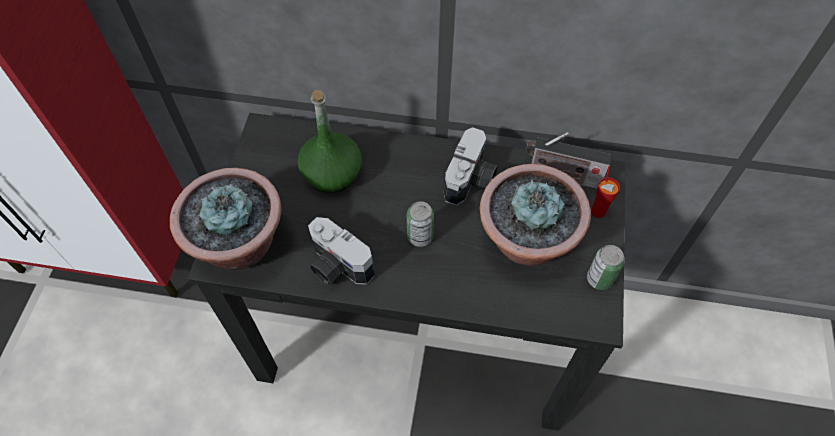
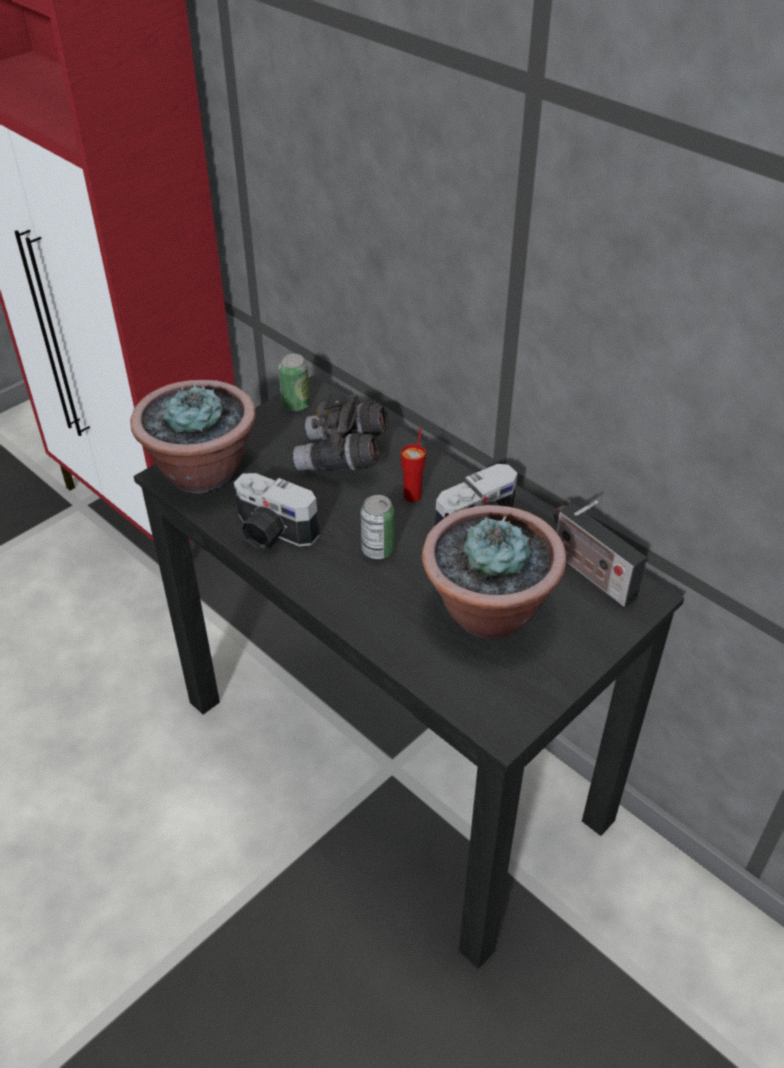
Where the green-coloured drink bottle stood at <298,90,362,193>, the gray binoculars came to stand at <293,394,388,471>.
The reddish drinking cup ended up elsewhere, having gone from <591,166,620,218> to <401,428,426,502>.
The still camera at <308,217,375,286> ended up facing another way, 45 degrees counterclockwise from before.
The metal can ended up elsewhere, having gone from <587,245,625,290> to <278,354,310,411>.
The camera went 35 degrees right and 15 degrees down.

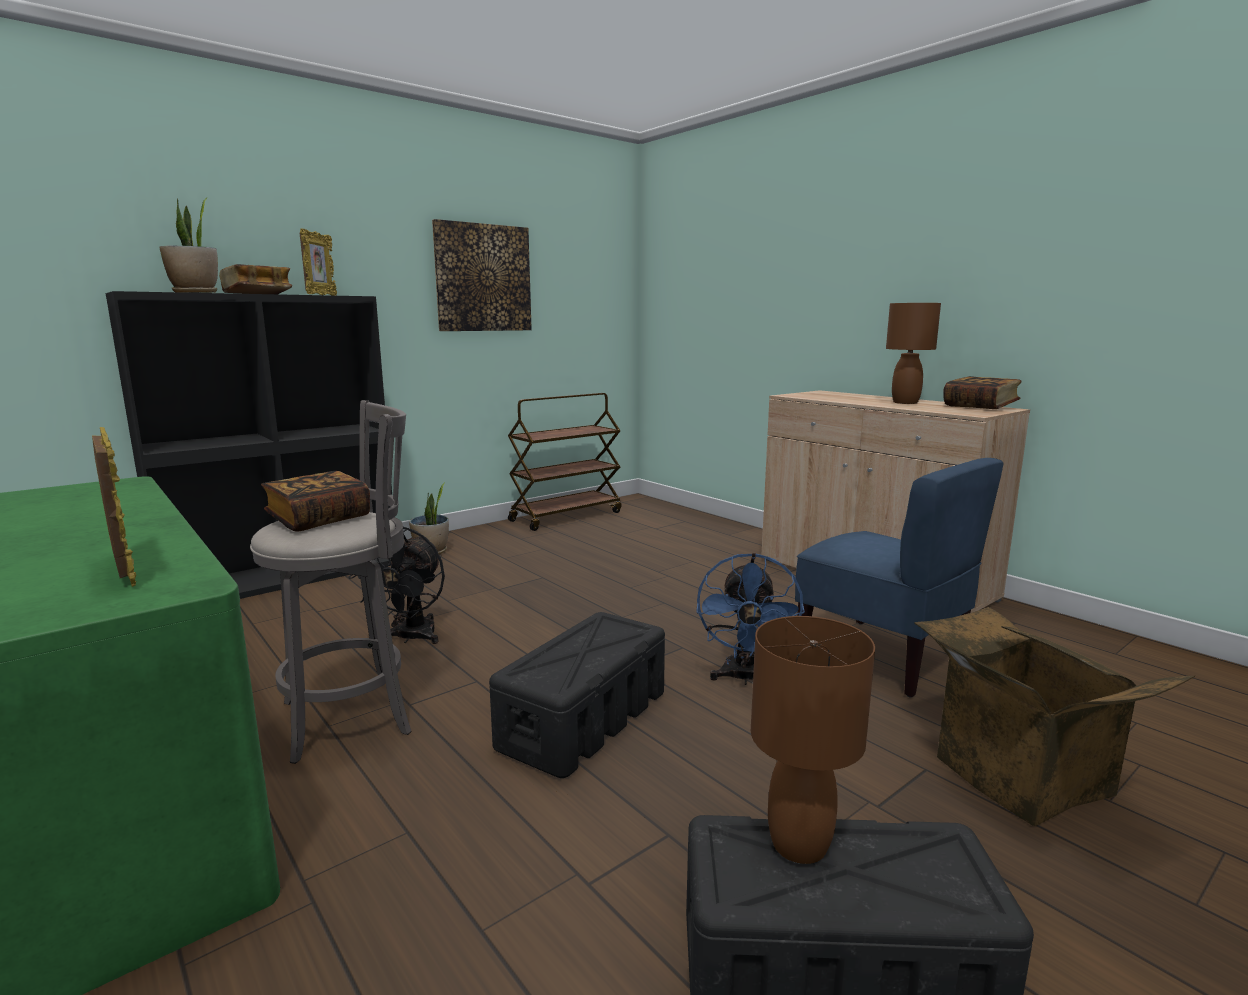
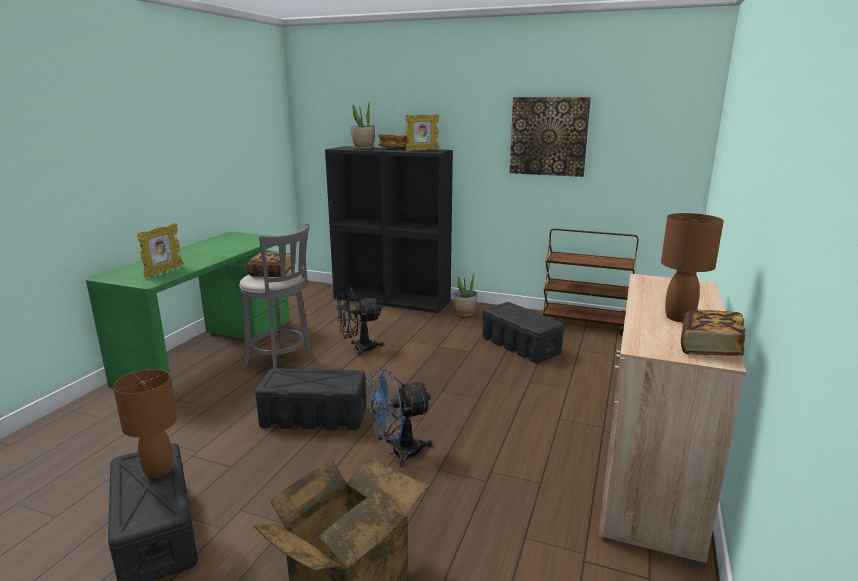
The second view lost the blue-coloured plain chair at <795,458,1004,698>.
The second view gained the black-coloured storage box at <482,302,564,363>.
The camera went 60 degrees right and 5 degrees up.

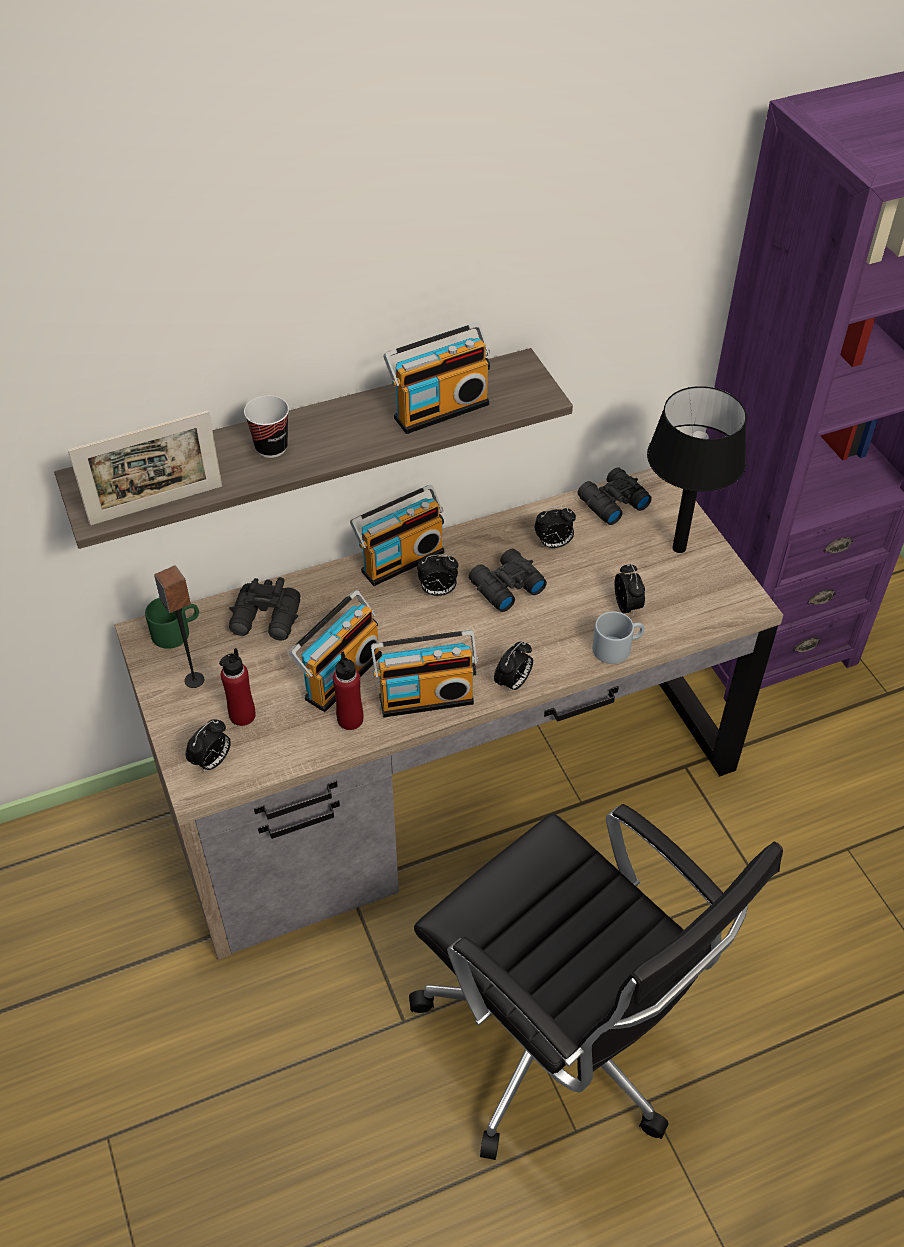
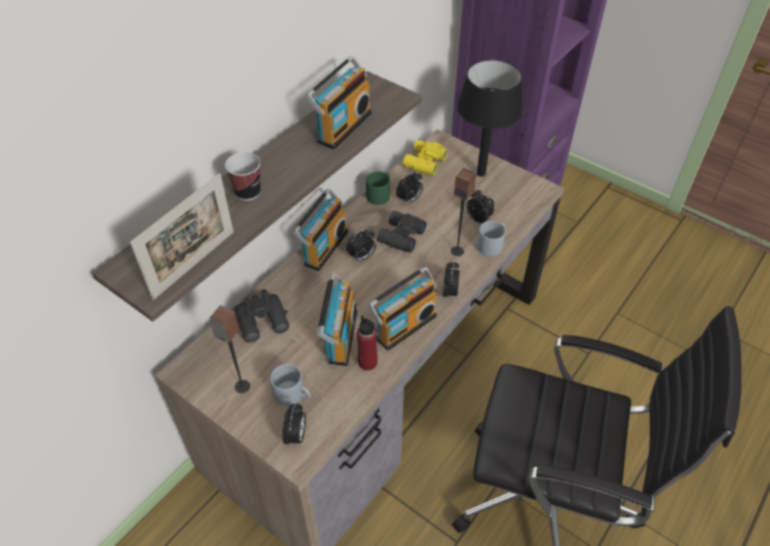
What was the black-coloured binoculars at <578,467,652,525> turned into the yellowish binoculars at <403,140,448,176>.
The green-coloured coffee mug ended up elsewhere, having gone from <145,597,199,649> to <366,171,390,205>.
Where the reddish drink bottle stood at <219,648,256,726>, the gray coffee mug came to stand at <270,364,311,406>.
The second view gained the speaker at <451,168,477,256>.
The camera went 30 degrees left and 0 degrees up.

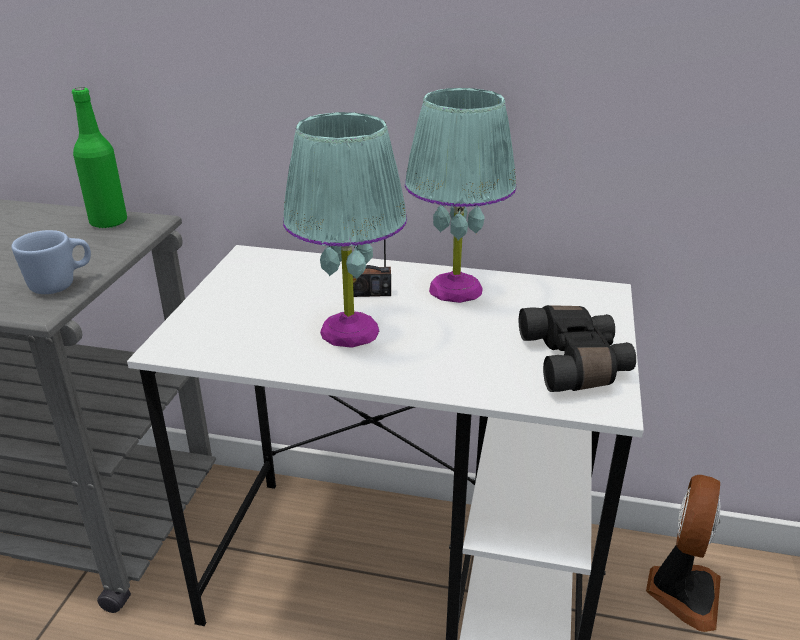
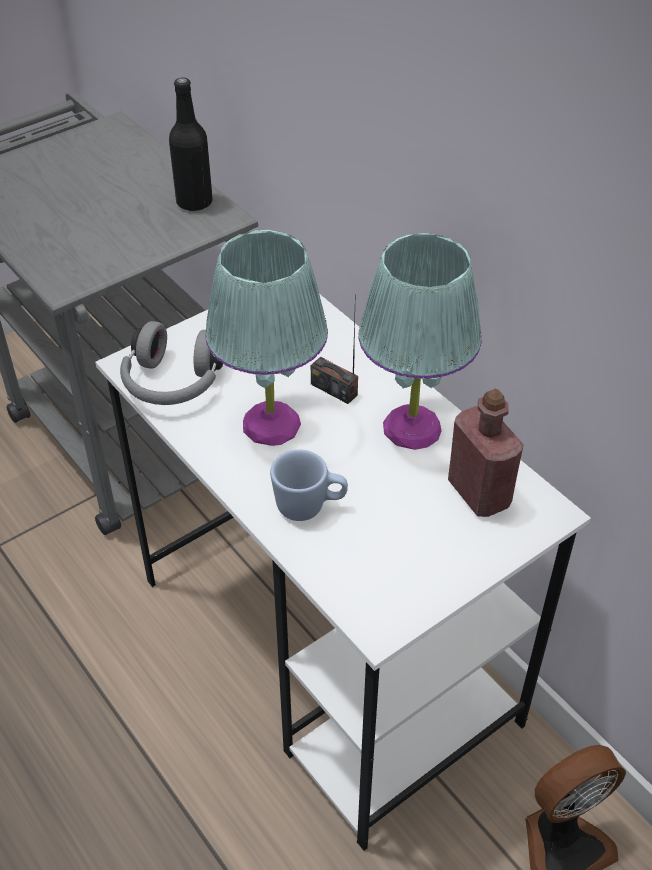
What was the green-coloured drink bottle at <72,87,127,229> turned into the black-coloured drink bottle at <169,77,213,212>.
The blue-coloured coffee mug ended up elsewhere, having gone from <11,230,91,294> to <270,450,348,521>.
The second view lost the black-coloured binoculars at <519,305,636,392>.
The second view gained the gray pair of headphones at <120,321,223,405>.
The second view gained the reddish drink bottle at <448,389,524,517>.
The camera went 40 degrees right and 15 degrees up.

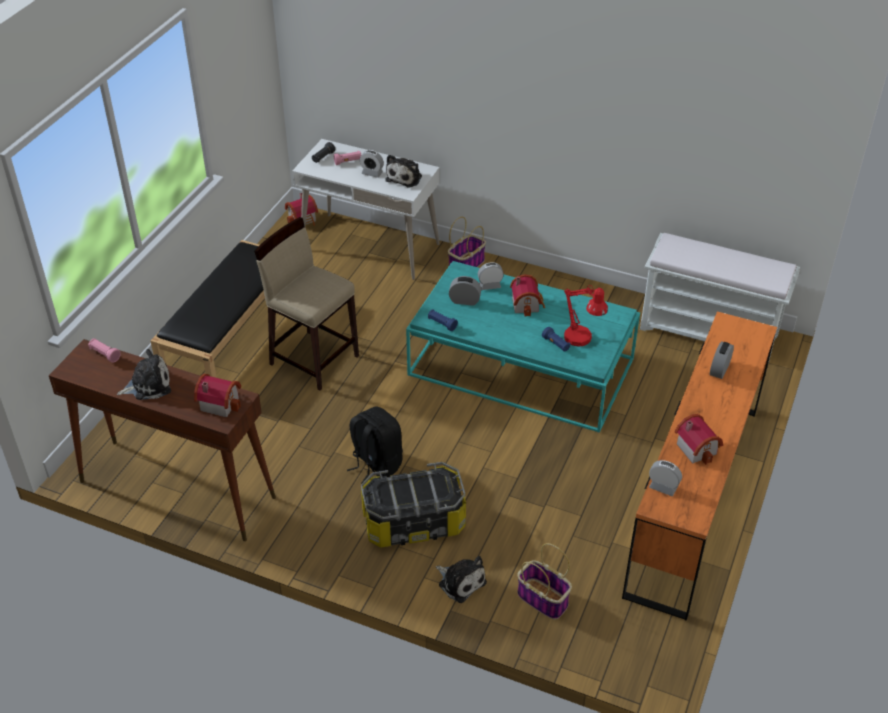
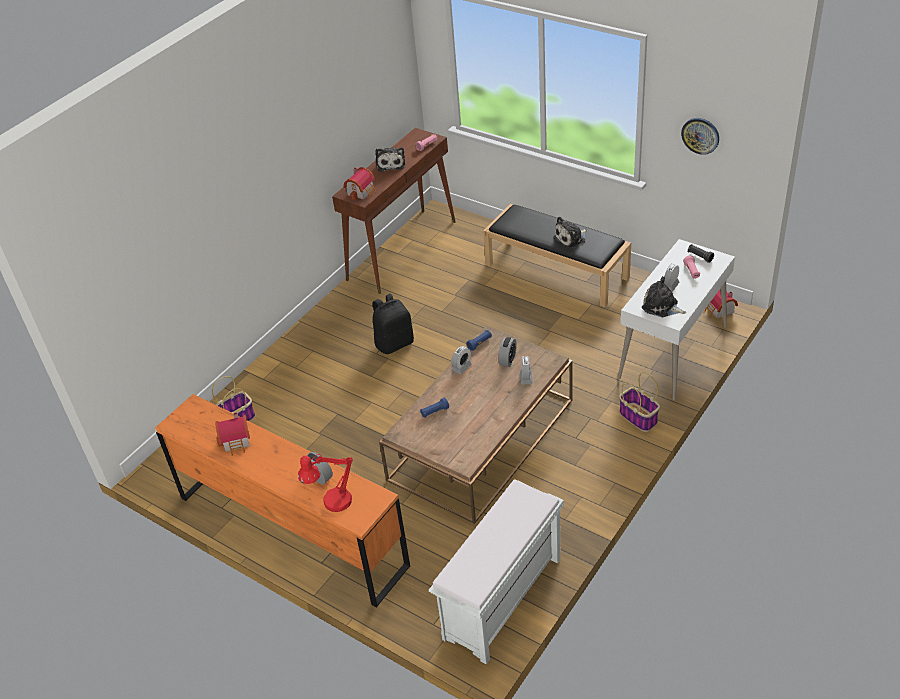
The second view lost the sand-coloured stool seat at <254,217,359,391>.
What was the blue-green low table at <406,261,640,433> turned into the brown-coloured low table at <379,326,573,524>.
The second view lost the model house at <510,274,545,317>.
The reddish tabletop lamp ended up elsewhere, having gone from <564,285,608,347> to <298,454,353,512>.
The alarm clock ended up elsewhere, having gone from <649,460,682,496> to <451,346,472,374>.
The second view lost the storage box at <361,462,466,547>.
The plush toy ended up elsewhere, having gone from <436,556,487,603> to <553,217,587,248>.
The second view gained the wall clock at <681,118,719,155>.
The camera went 105 degrees right and 0 degrees up.

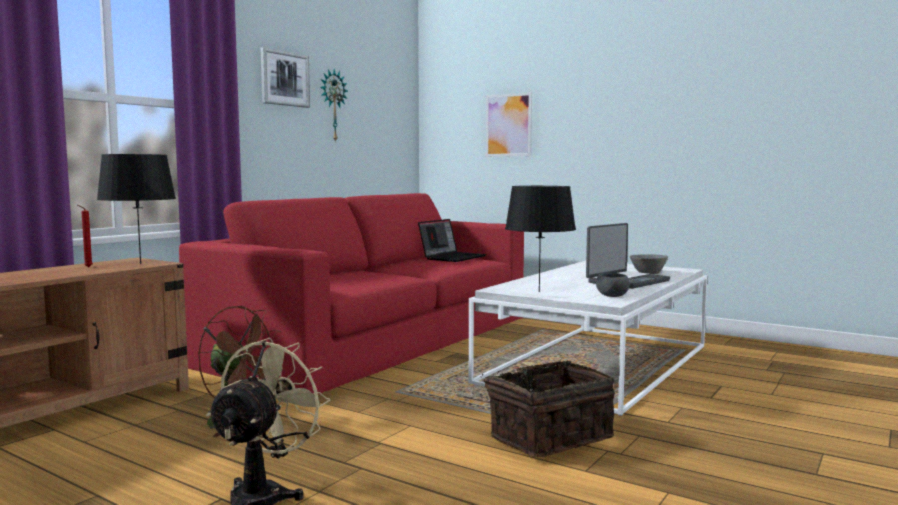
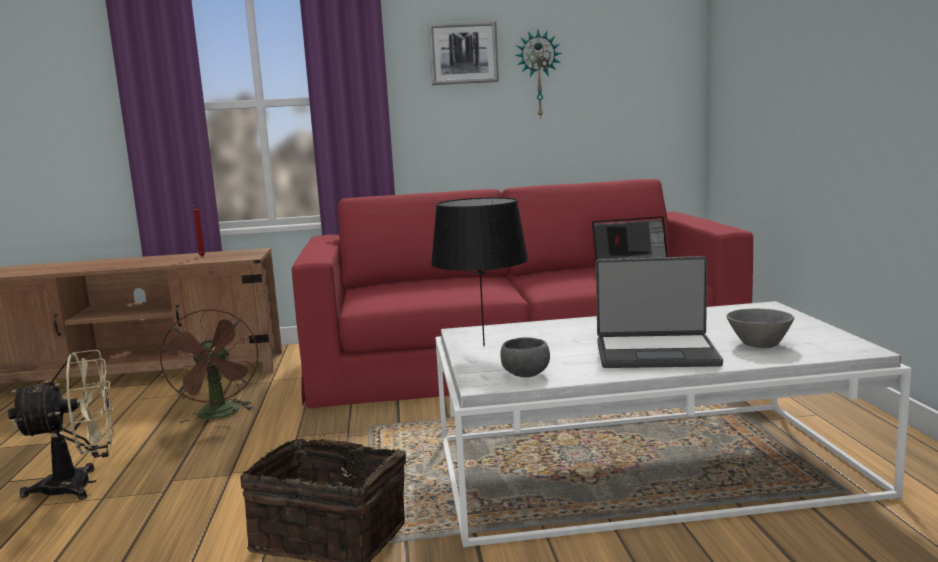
The second view lost the picture at <486,92,532,157>.
The second view lost the black-coloured tabletop lamp at <97,154,176,264>.
The camera went 50 degrees right and 5 degrees up.

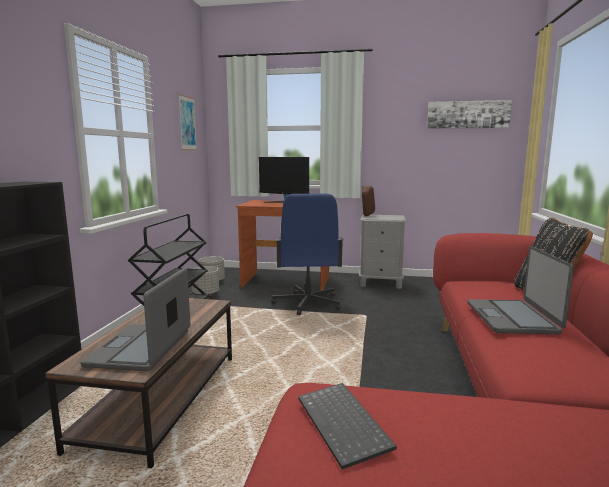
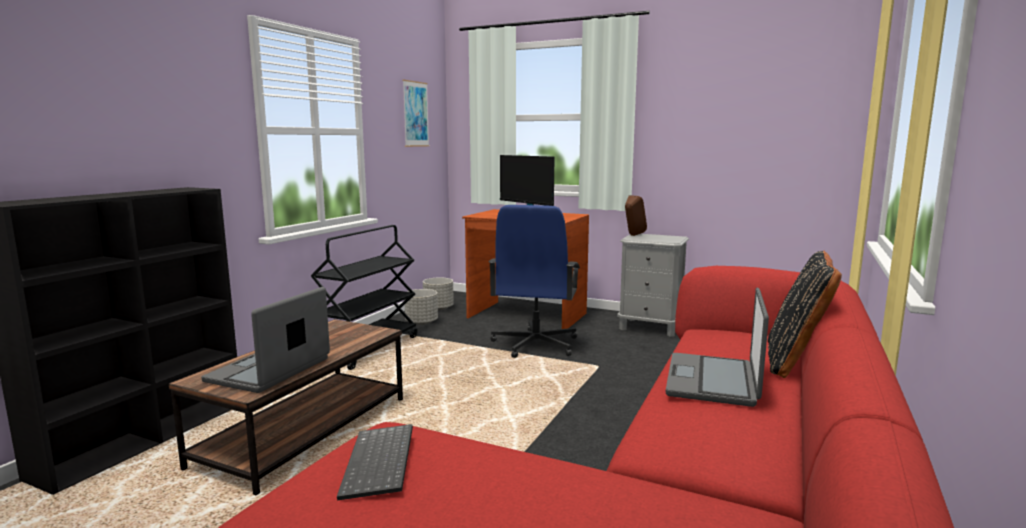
The second view lost the picture at <427,100,512,129>.
The camera went 15 degrees right and 0 degrees up.

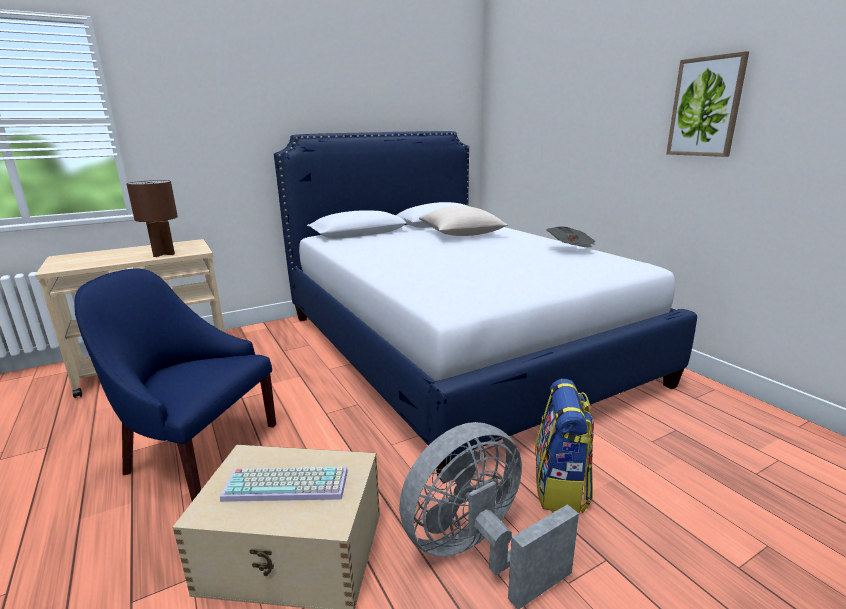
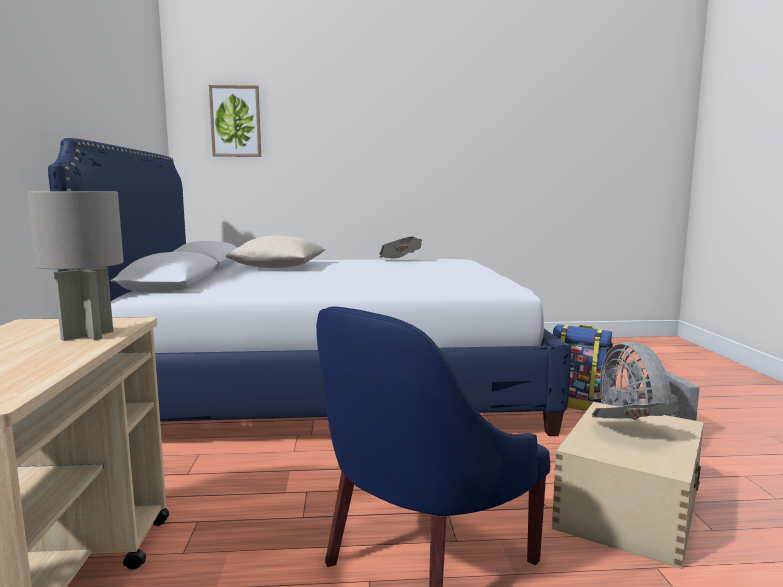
The picture ended up elsewhere, having gone from <666,51,749,157> to <209,85,261,157>.
What was the brown-coloured tabletop lamp at <127,180,178,257> turned into the gray tabletop lamp at <27,192,124,341>.
Where the PC keyboard stood at <220,467,348,502>, the newspaper came to stand at <592,403,679,420>.
The camera went 65 degrees left and 10 degrees down.

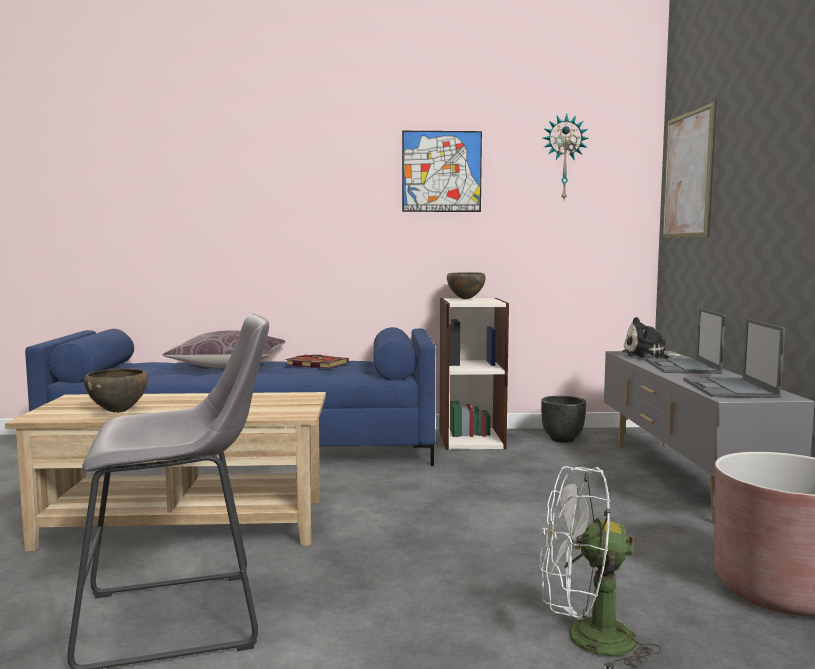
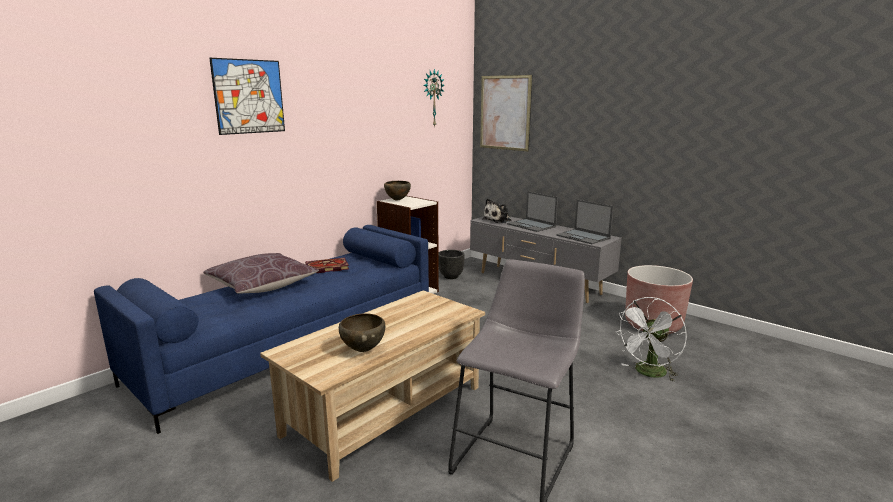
The picture ended up elsewhere, having gone from <402,131,482,212> to <209,58,285,135>.
The camera went 45 degrees left and 10 degrees up.

